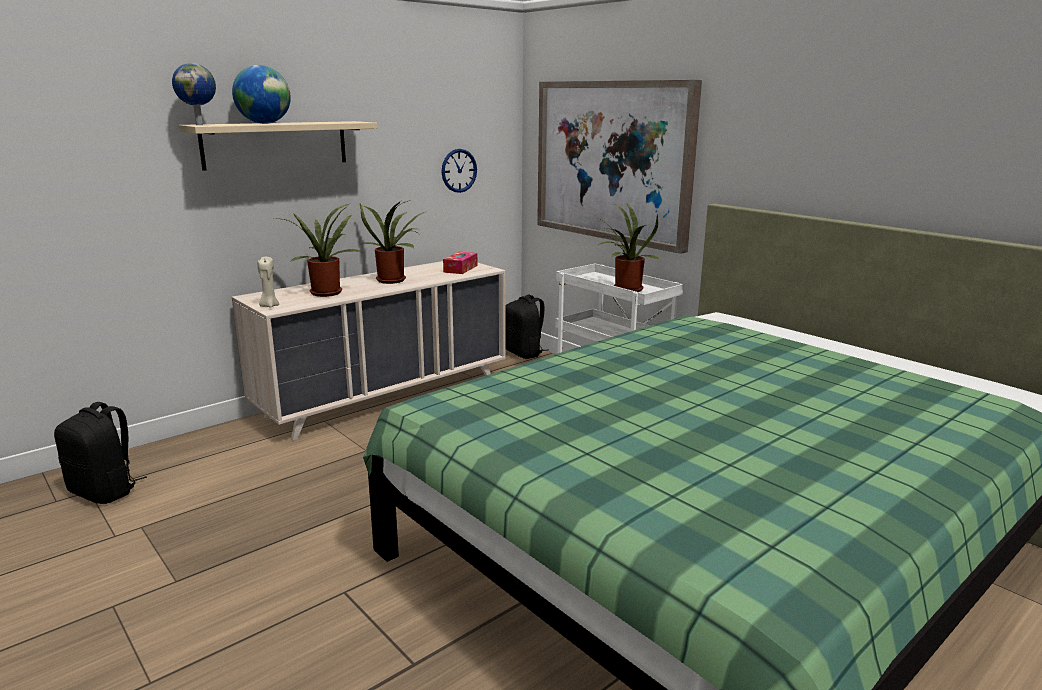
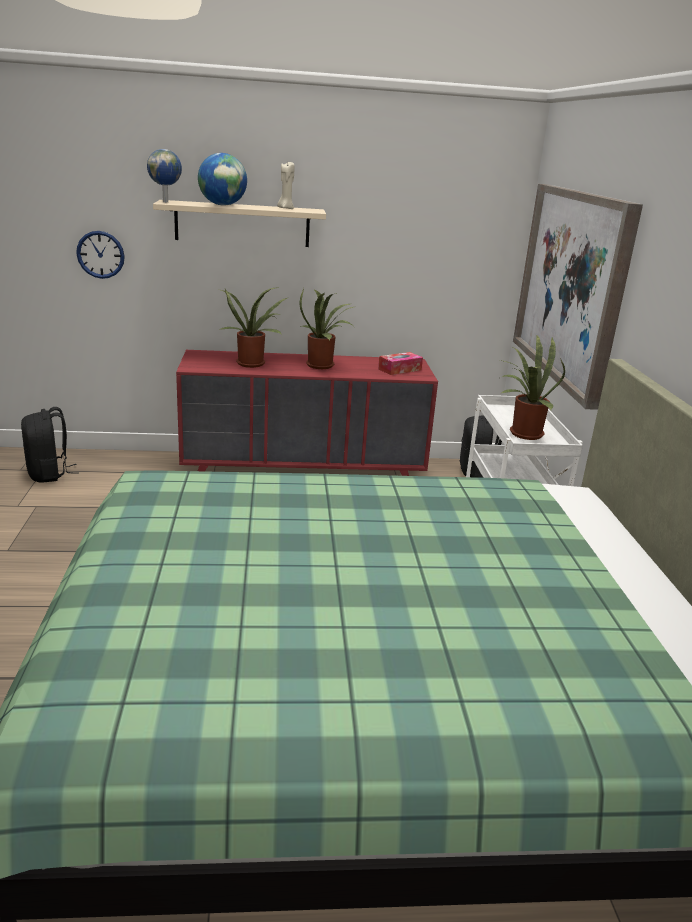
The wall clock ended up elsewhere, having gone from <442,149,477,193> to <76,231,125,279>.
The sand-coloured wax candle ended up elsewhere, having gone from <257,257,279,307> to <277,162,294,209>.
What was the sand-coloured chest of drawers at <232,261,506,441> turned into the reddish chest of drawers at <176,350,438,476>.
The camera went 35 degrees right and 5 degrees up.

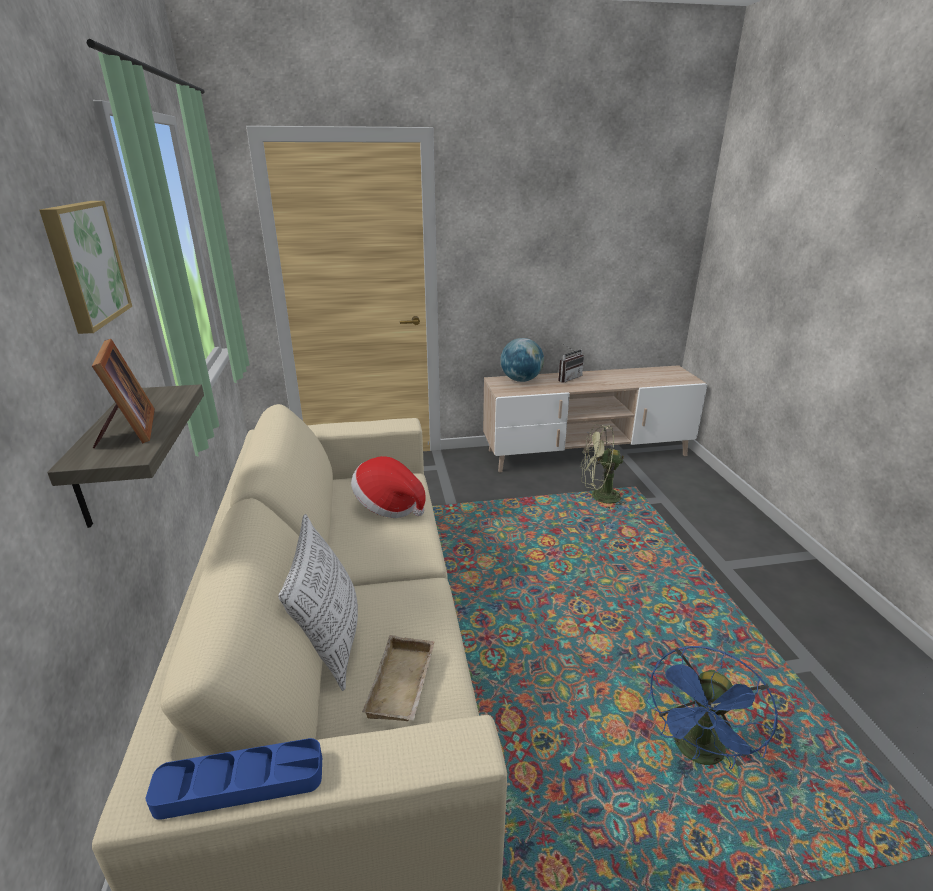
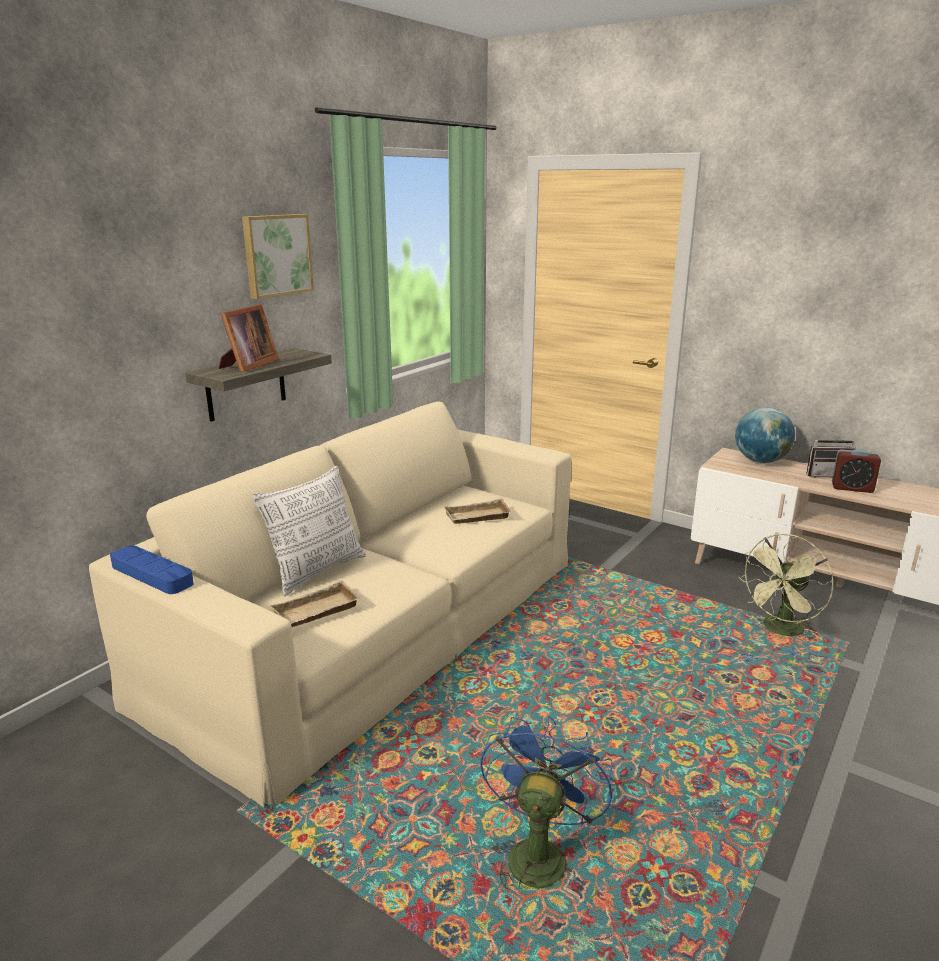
The green-coloured fan at <580,424,628,510> ended up facing another way, 90 degrees counterclockwise from before.
Where the wearable hat stood at <351,456,426,518>, the sand-coloured serving tray came to stand at <444,498,512,524>.
The blue-coloured fan at <646,646,778,770> ended up facing another way, 120 degrees clockwise from before.
The second view gained the alarm clock at <832,449,881,493>.
The camera went 45 degrees right and 5 degrees down.

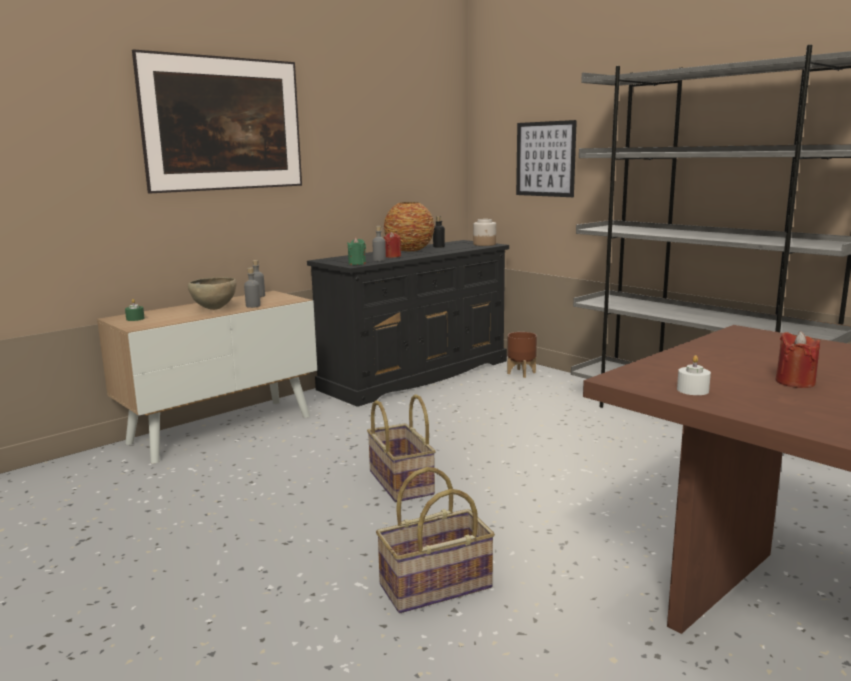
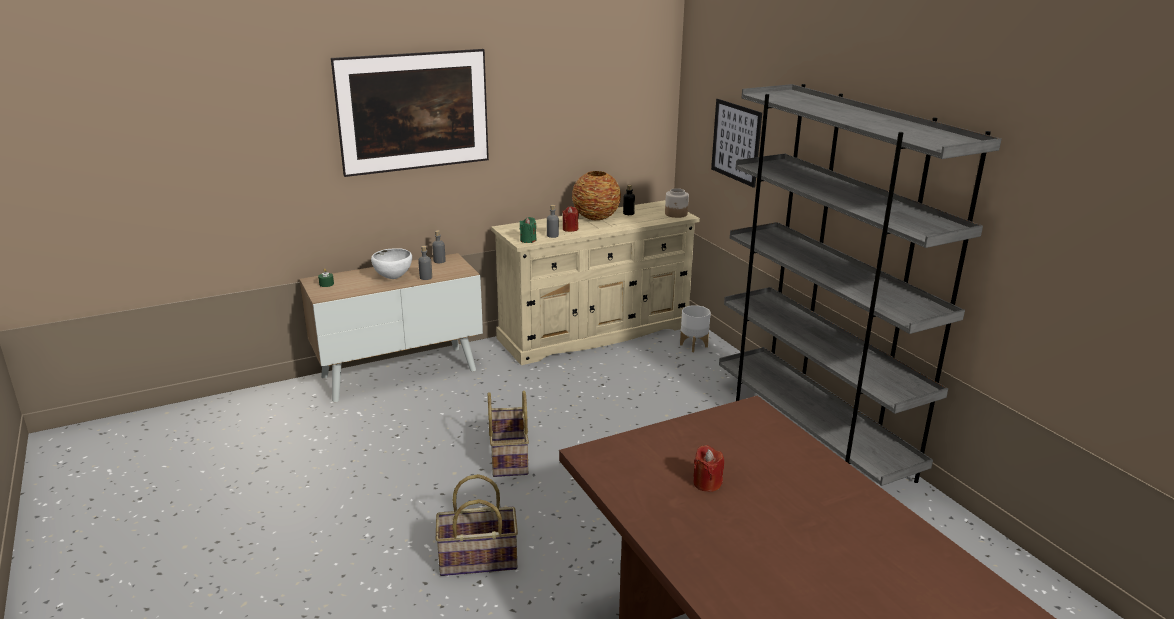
What was the black-coloured chest of drawers at <307,240,509,407> turned into the sand-coloured chest of drawers at <491,200,700,365>.
What was the brown-coloured bowl at <188,277,236,310> turned into the white-coloured bowl at <371,248,412,279>.
What was the brown-coloured plant pot at <507,332,537,378> turned into the white-coloured plant pot at <680,305,711,352>.
The second view lost the white-coloured wax candle at <677,355,711,395>.
The camera went 15 degrees right and 10 degrees up.

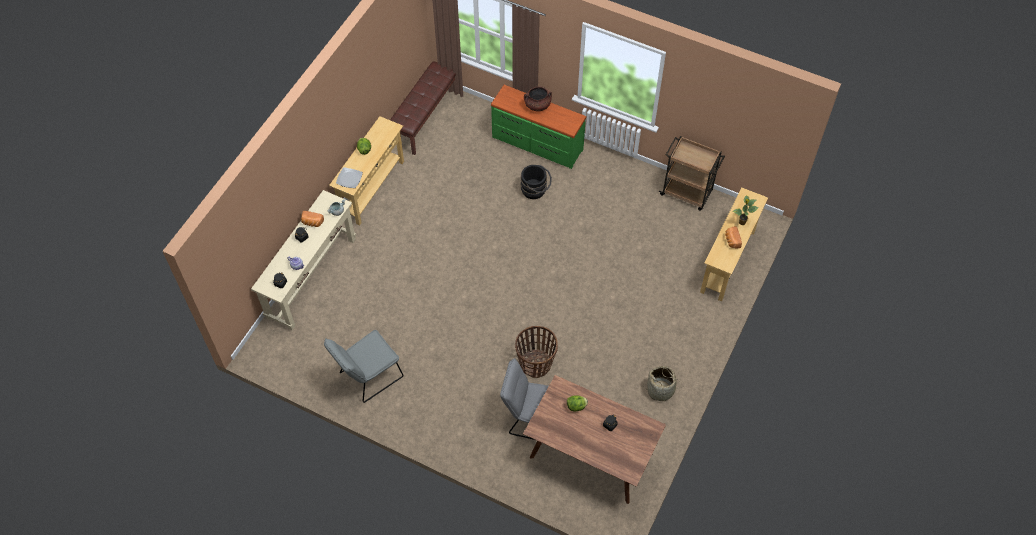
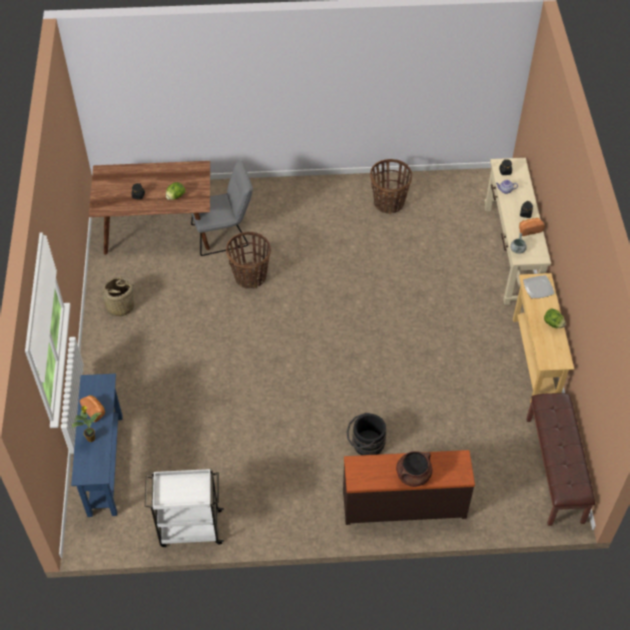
What was the green-coloured chest of drawers at <491,85,586,169> turned into the brown-coloured chest of drawers at <343,450,475,525>.
What was the brown-coloured wheeled cart at <659,136,725,211> turned into the white-coloured wheeled cart at <145,469,224,547>.
What was the sand-coloured hall table at <700,188,768,301> turned into the blue-coloured hall table at <71,374,123,517>.
Where the gray plain chair stood at <324,330,404,403>, the basket came to stand at <370,159,412,214>.
The camera went 150 degrees right and 5 degrees down.

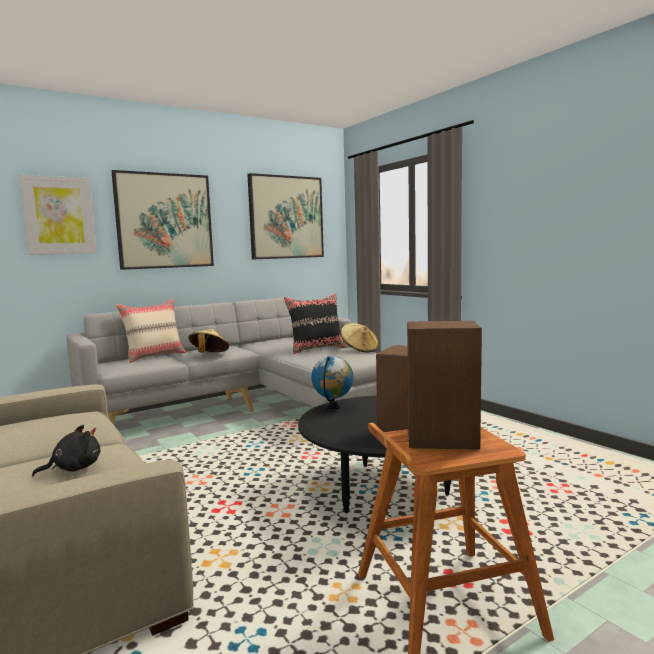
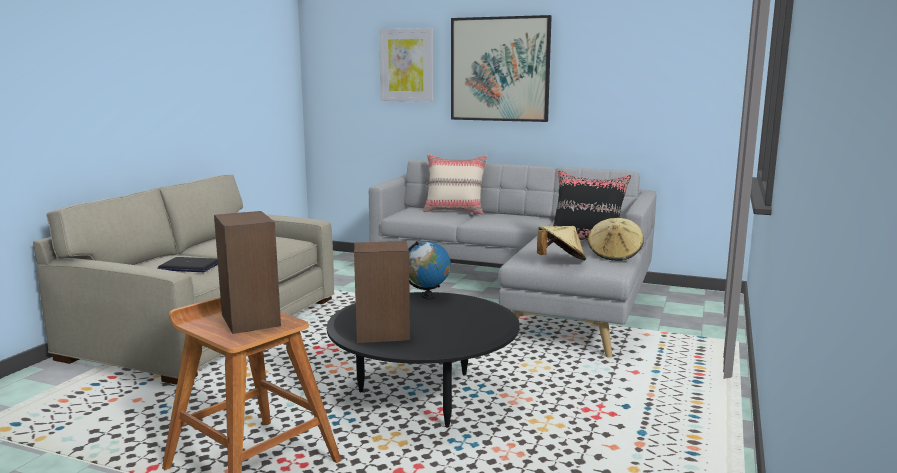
The second view lost the picture at <247,173,324,259>.
The sand-coloured wearable hat ended up elsewhere, having gone from <188,329,229,352> to <537,226,586,260>.
Where the black-coloured plush toy stood at <32,425,100,477>, the laptop came to stand at <157,257,218,272>.
The camera went 55 degrees right and 5 degrees up.

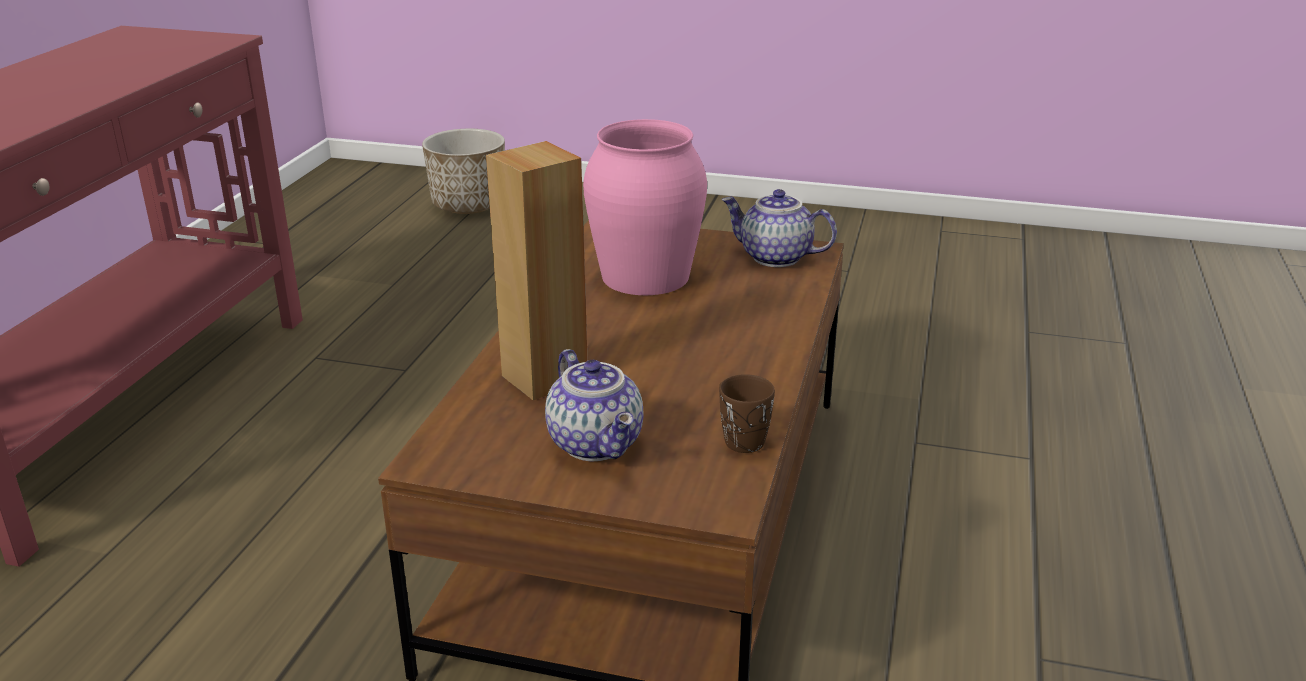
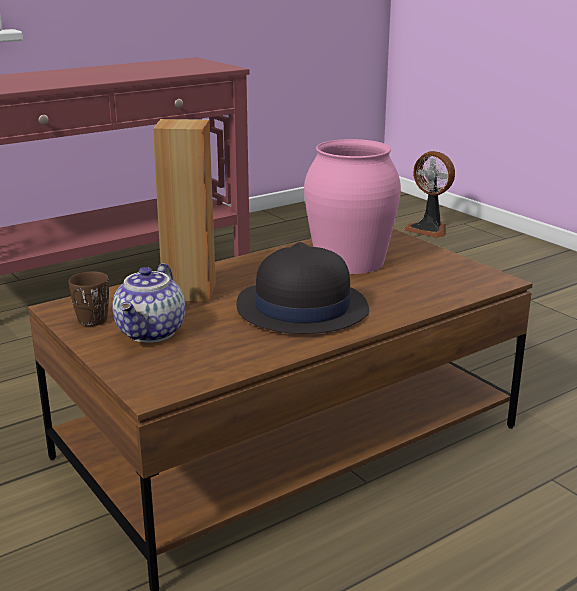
Where the plant pot stood at <422,129,505,214>, the fan came to stand at <403,151,455,238>.
The second view lost the pot for tea at <721,189,837,267>.
The brown-coloured coffee mug ended up elsewhere, having gone from <719,374,775,453> to <69,271,109,326>.
The second view gained the black-coloured wearable hat at <236,242,369,334>.
The camera went 40 degrees right and 5 degrees down.

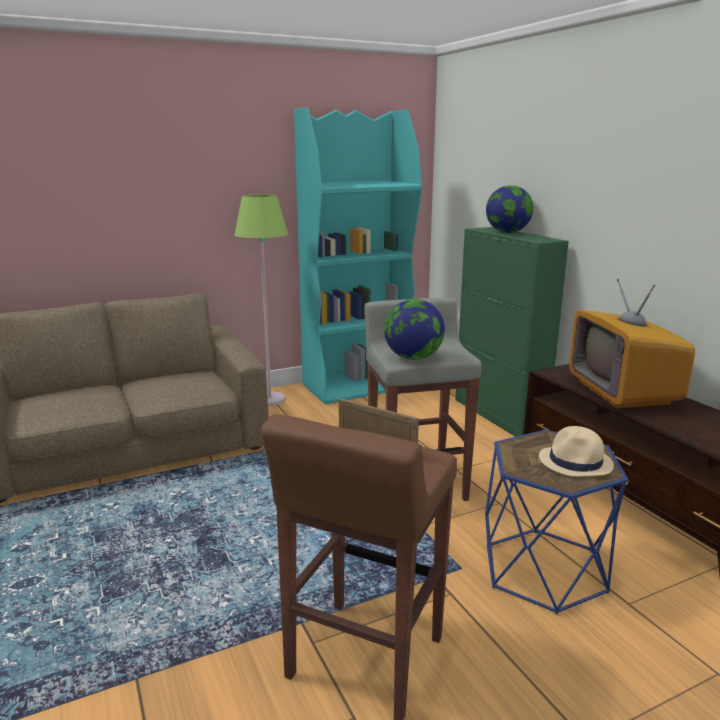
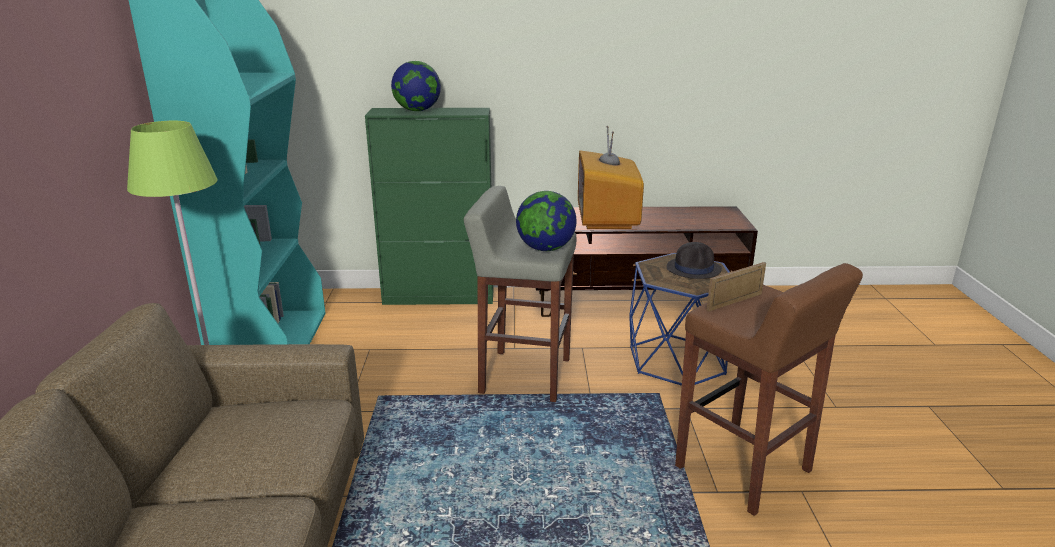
The TV at <569,279,695,409> ended up facing another way, 75 degrees clockwise from before.
What was the sand-coloured wearable hat at <539,426,614,477> turned into the black-coloured wearable hat at <667,242,722,279>.
The camera went 65 degrees left and 5 degrees up.

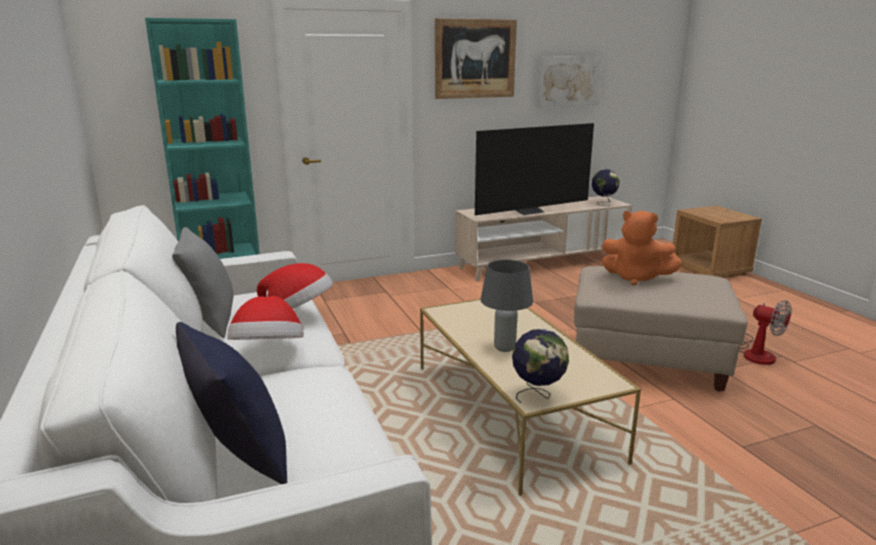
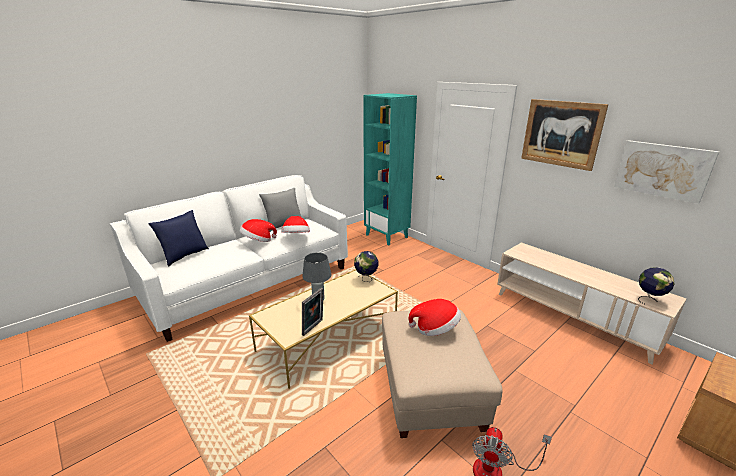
The second view lost the TV at <475,123,594,216>.
Where the orange plush toy stood at <602,211,682,285>, the wearable hat came to stand at <408,299,461,336>.
The globe ended up elsewhere, having gone from <512,329,569,403> to <354,251,379,282>.
The second view gained the standing frame at <302,287,324,336>.
The camera went 70 degrees right and 5 degrees up.

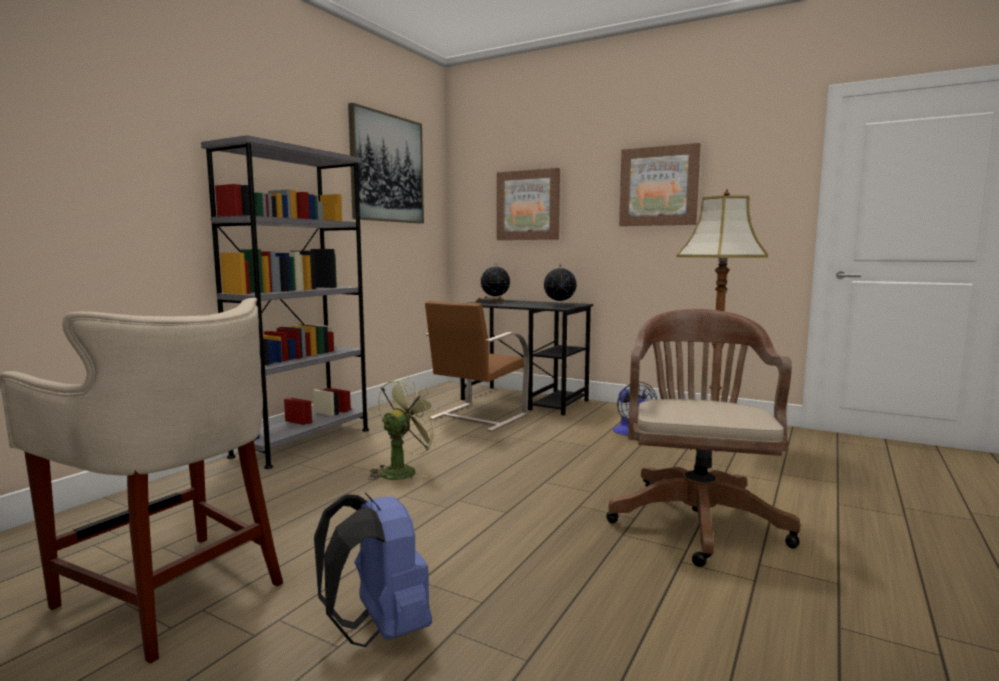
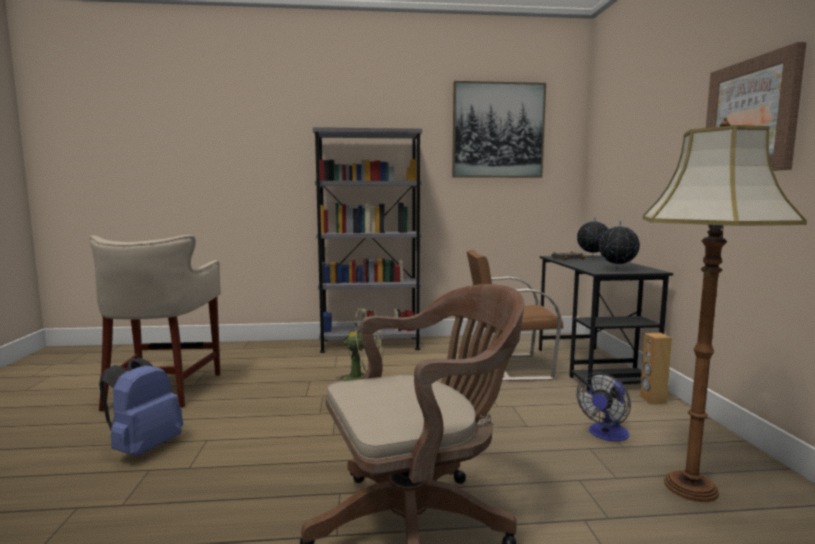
The second view lost the picture at <497,168,560,240>.
The second view gained the brown-coloured speaker at <640,333,672,404>.
The camera went 55 degrees right and 0 degrees up.

